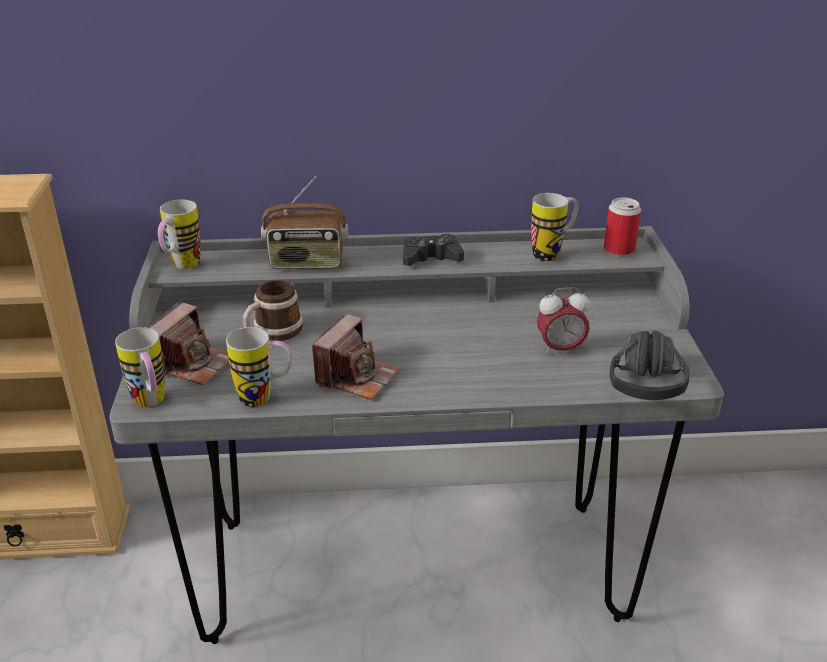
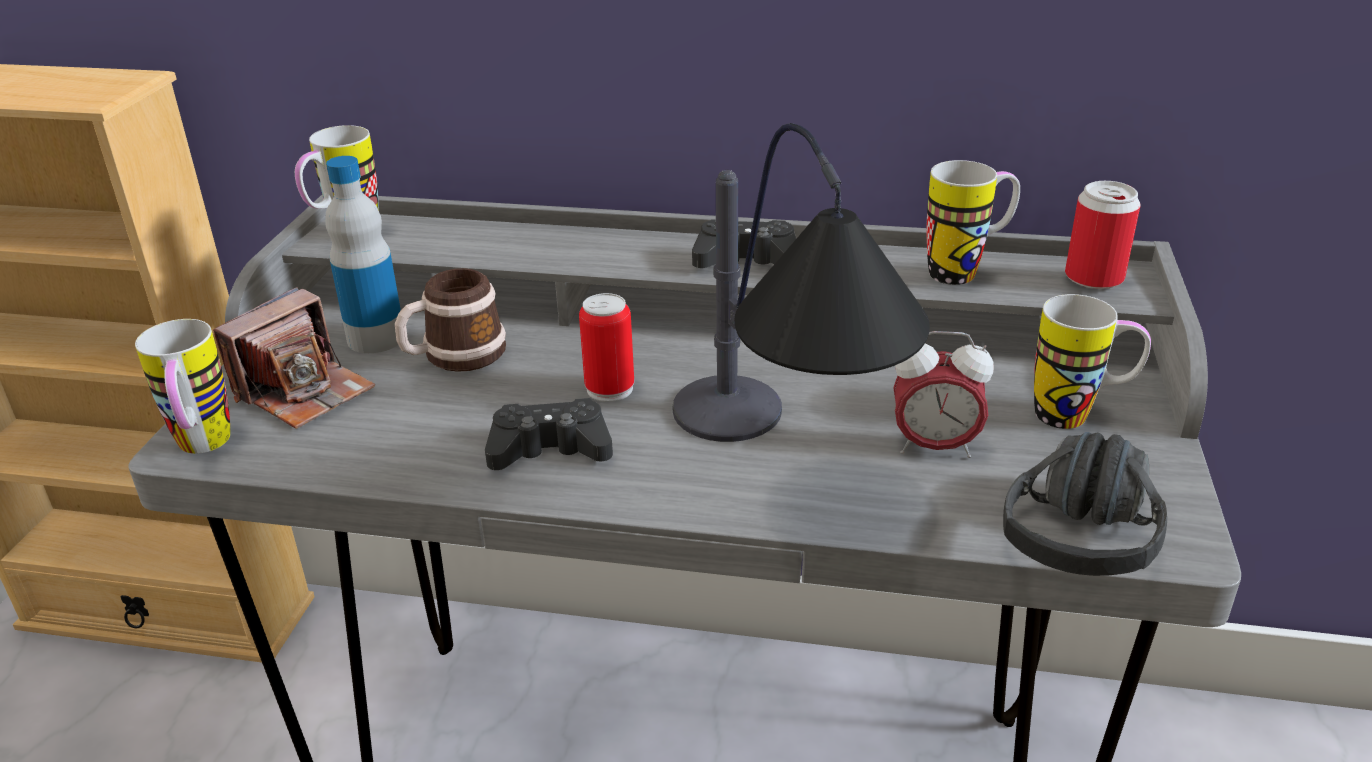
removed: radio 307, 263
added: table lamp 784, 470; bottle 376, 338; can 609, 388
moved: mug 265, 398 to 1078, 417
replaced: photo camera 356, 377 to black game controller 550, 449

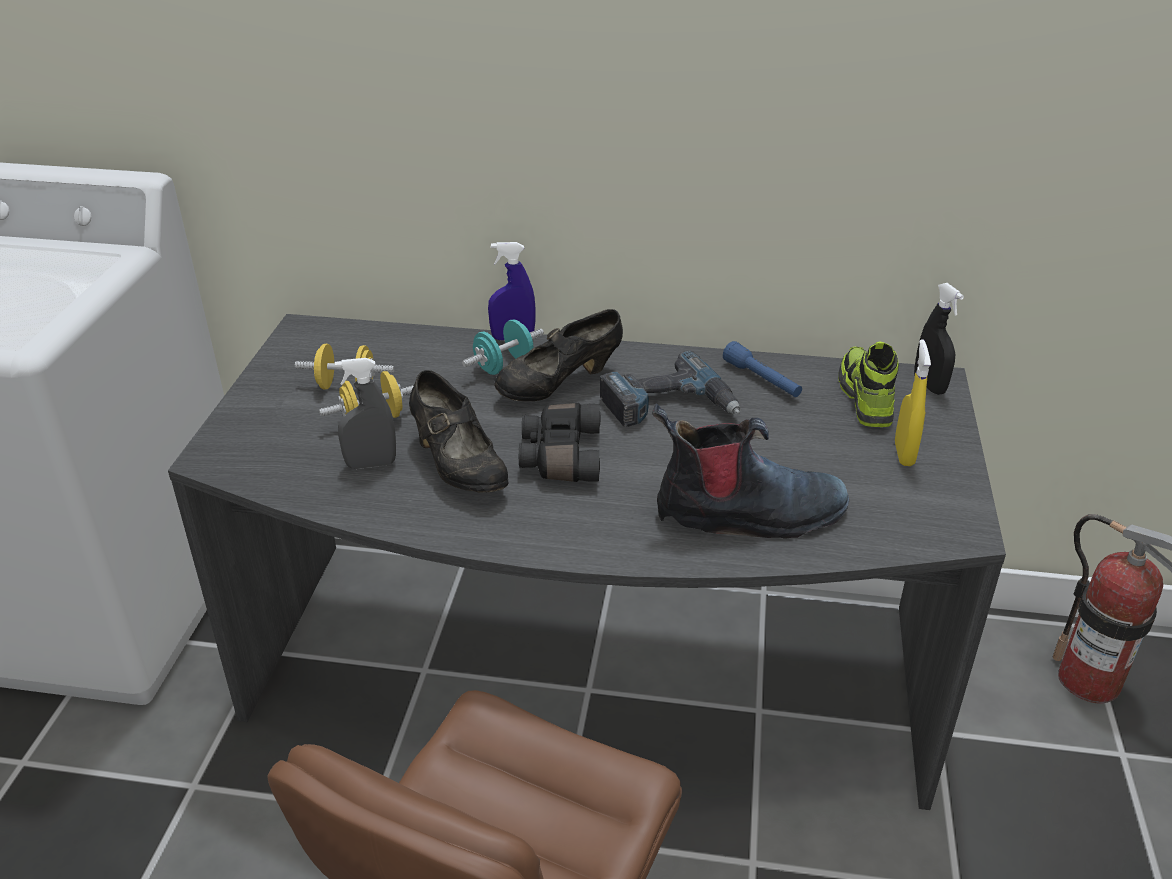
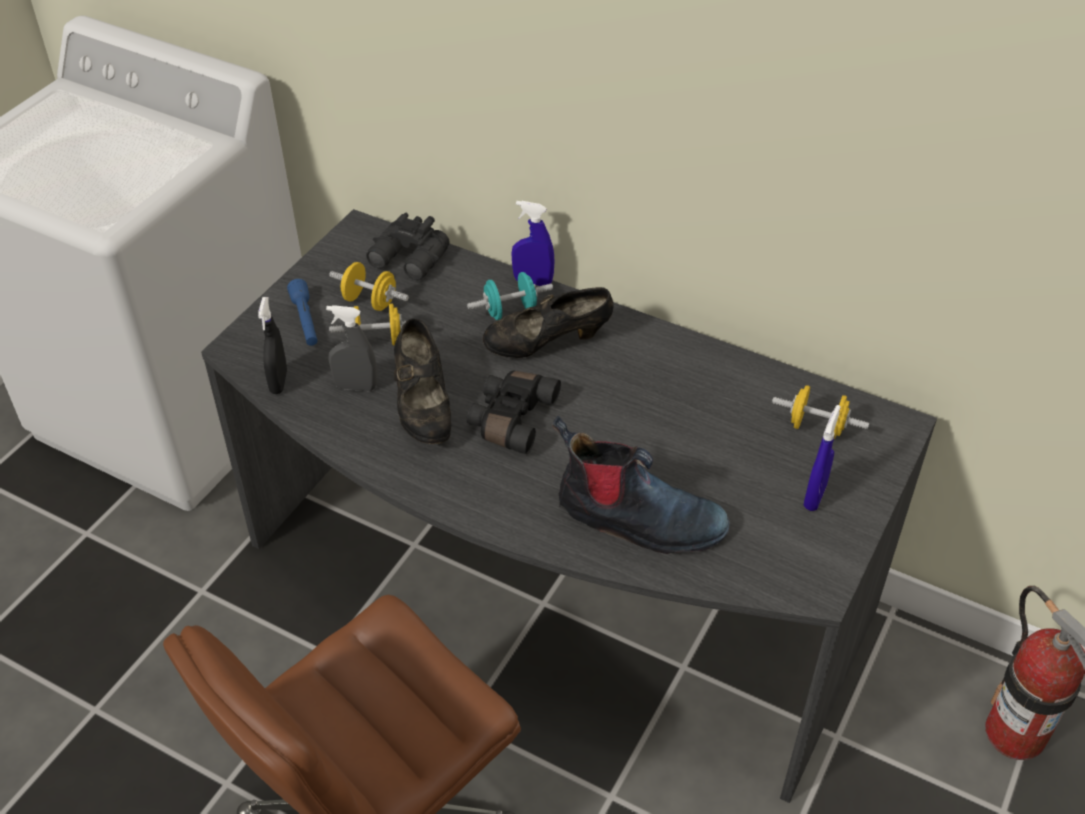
removed: power drill 669, 405
added: black binoculars 409, 260
moved: black spray bottle 929, 385 to 278, 382; blue flashlight 762, 380 to 305, 321
replaced: shoe 865, 398 to yellow dumbbell 816, 427
recoloured: yellow spray bottle 904, 454 to blue spray bottle 814, 496

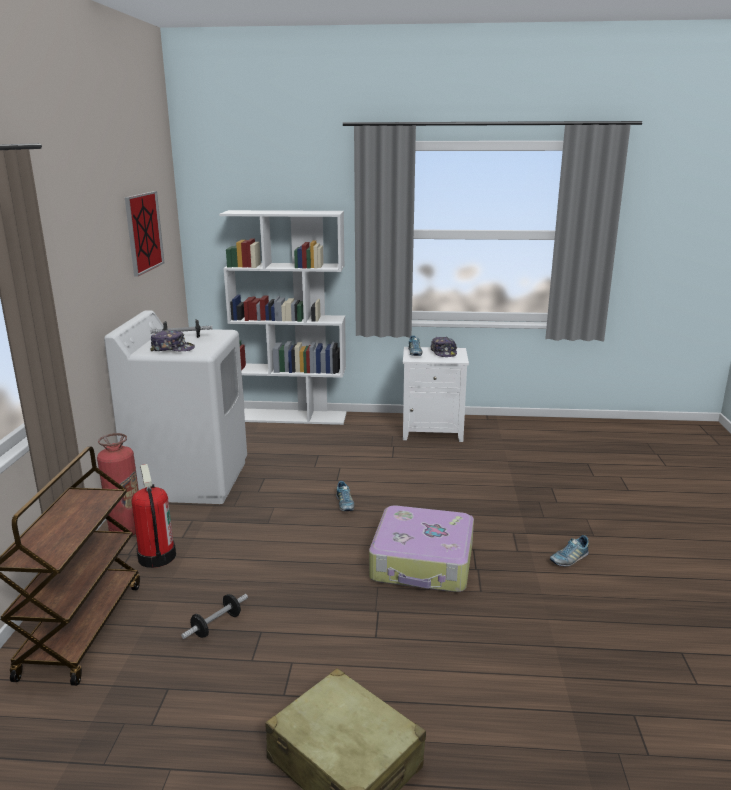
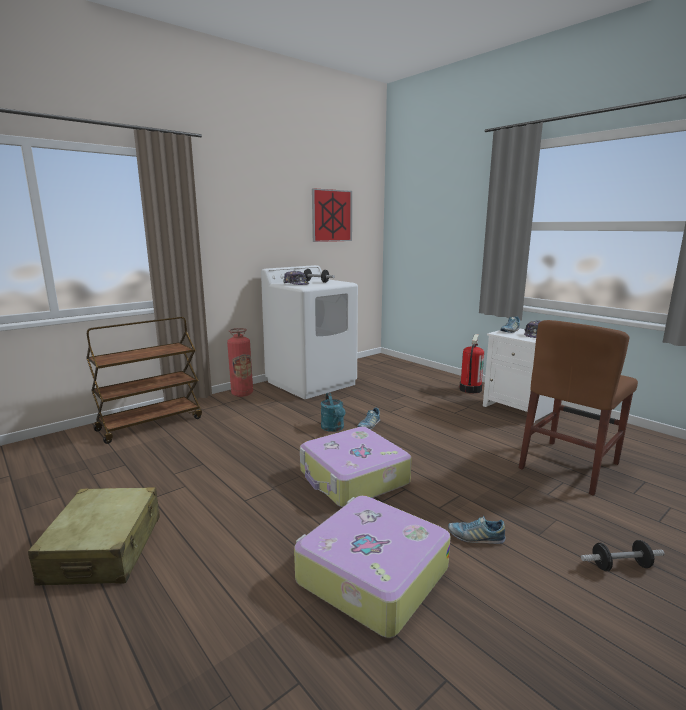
removed: white bookcase 292, 417
added: brown chair 569, 465; turquoise watering can 333, 428; suitcase 370, 575
moved: fire extinguisher 156, 556 to 470, 389; dumbbell 216, 625 to 620, 566

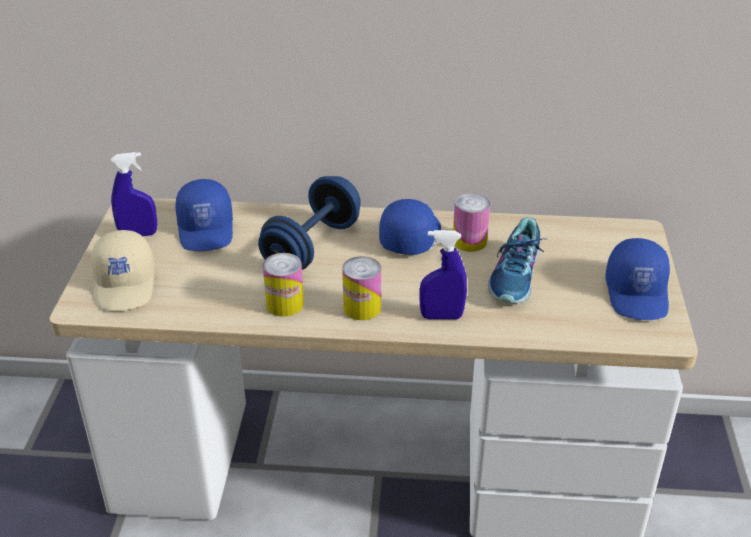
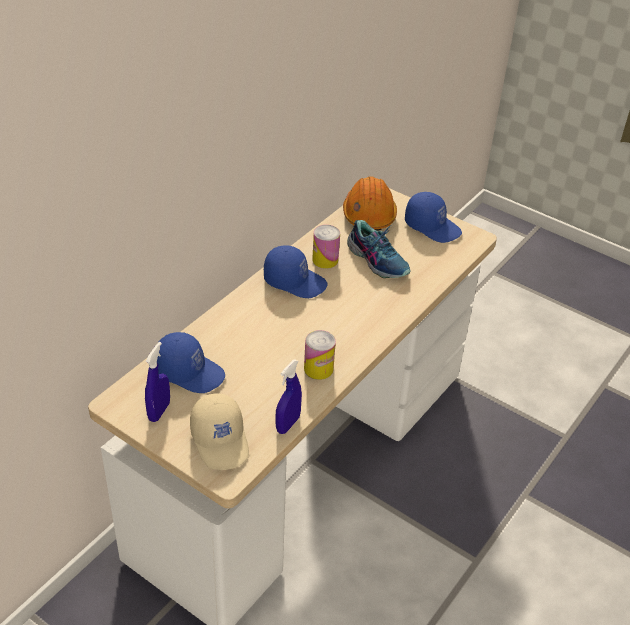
removed: blue dumbbell 312, 246; can 362, 308
added: orange hard hat 369, 214
moved: blue spray bottle 441, 316 to 288, 424
turned: blue cap 410, 236 = 295, 281 150 degrees clockwise; beige cap 126, 285 = 221, 441 45 degrees clockwise

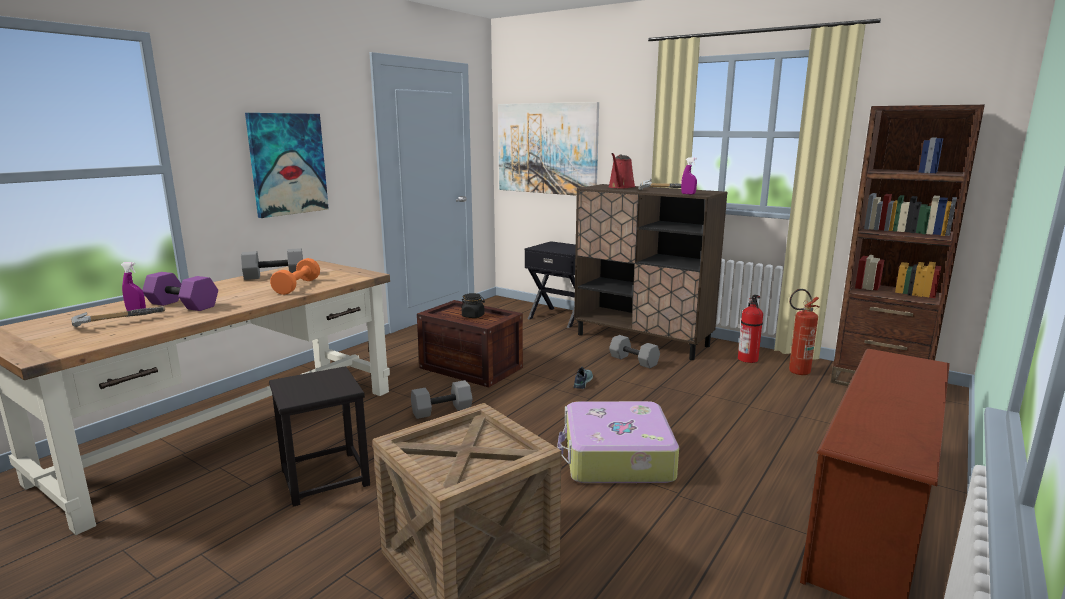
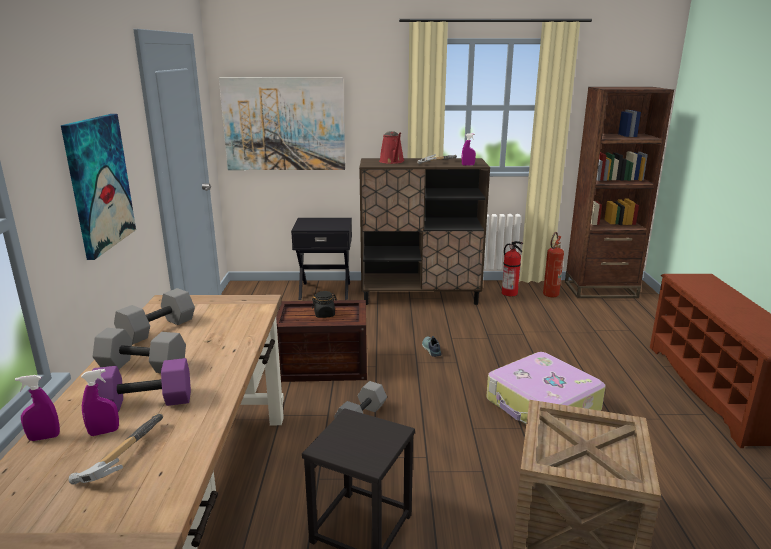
removed: orange dumbbell 297, 287
added: purple spray bottle 44, 437
moved: grey dumbbell 634, 360 to 144, 365

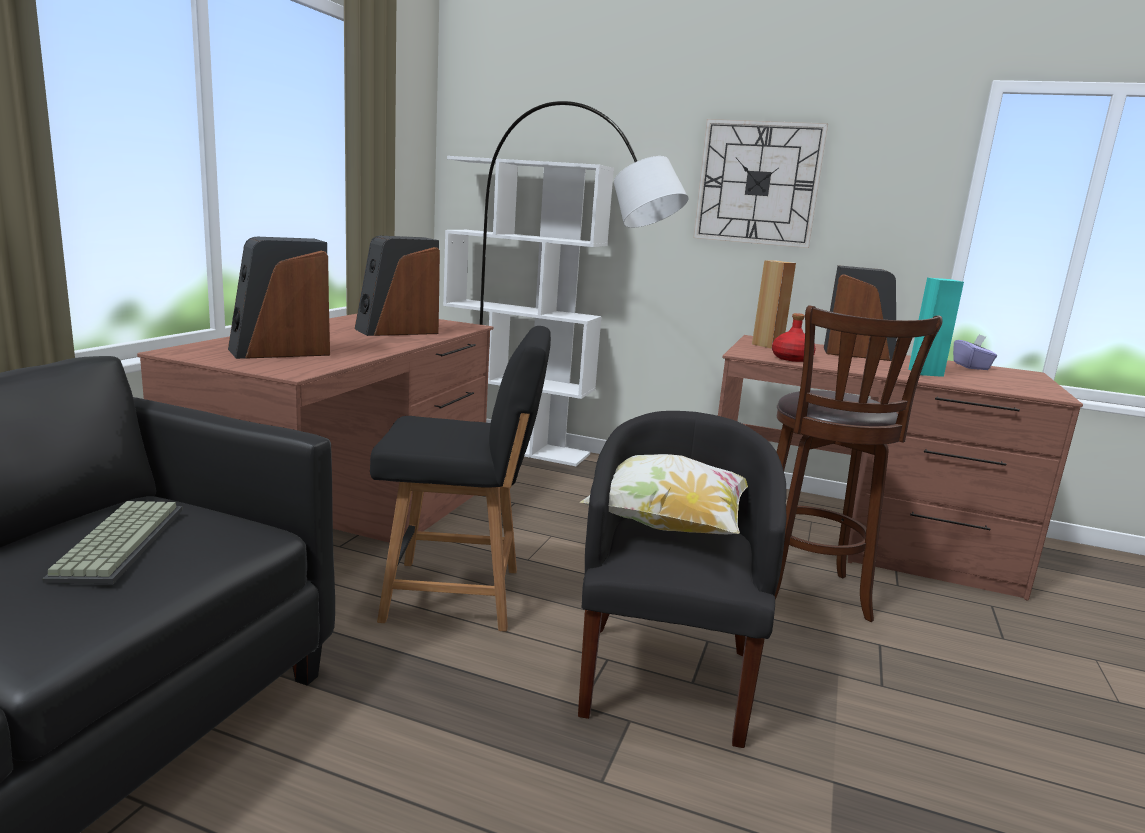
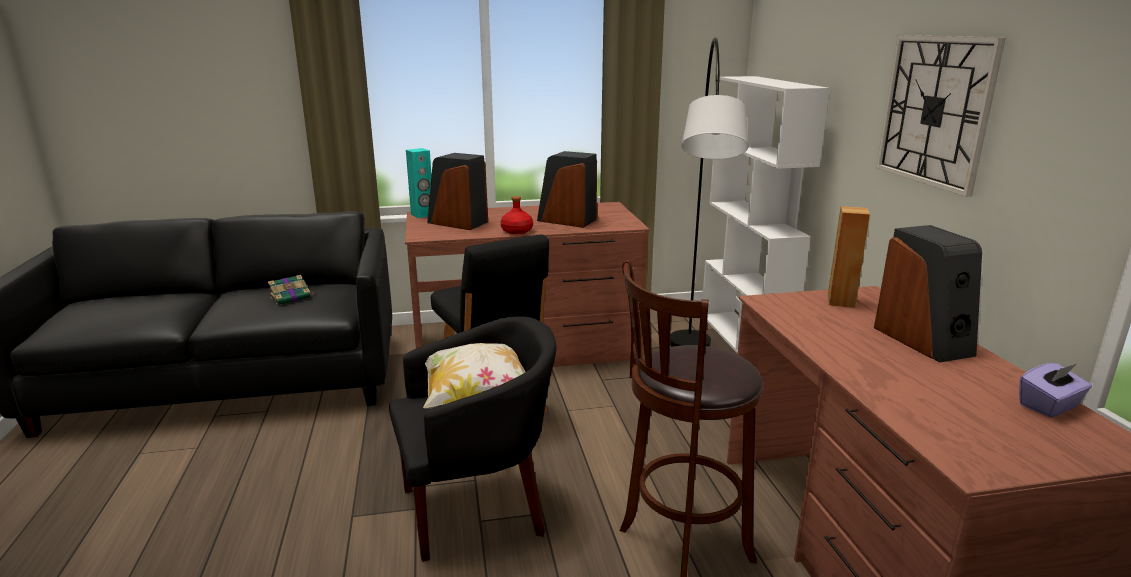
moved: turquoise speaker 926, 373 to 422, 215; red bottle 791, 358 to 516, 231
replaced: keyboard 118, 542 to book 291, 297

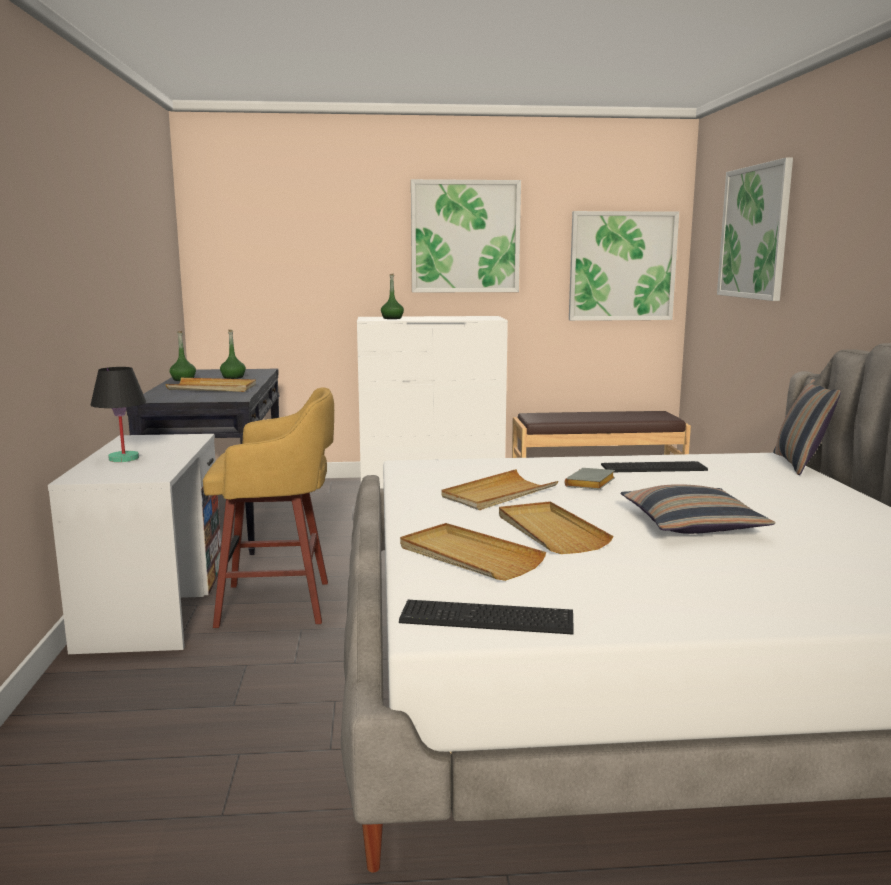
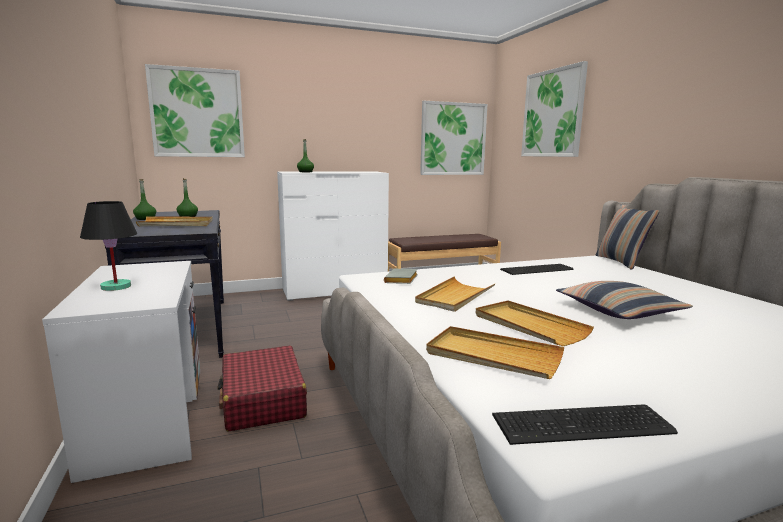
moved: picture 465, 237 to 197, 113; grey book 591, 484 to 402, 280
replaced: yellow stool 279, 604 to red suitcase 263, 400

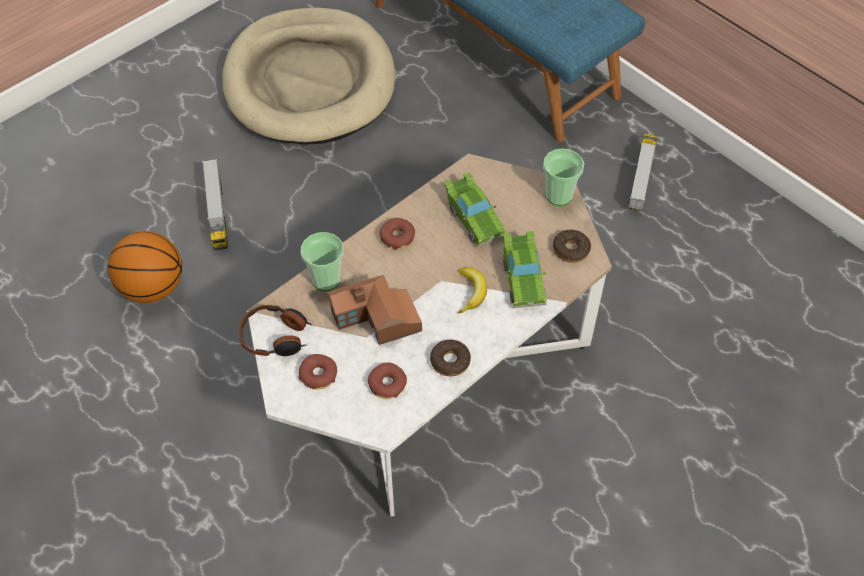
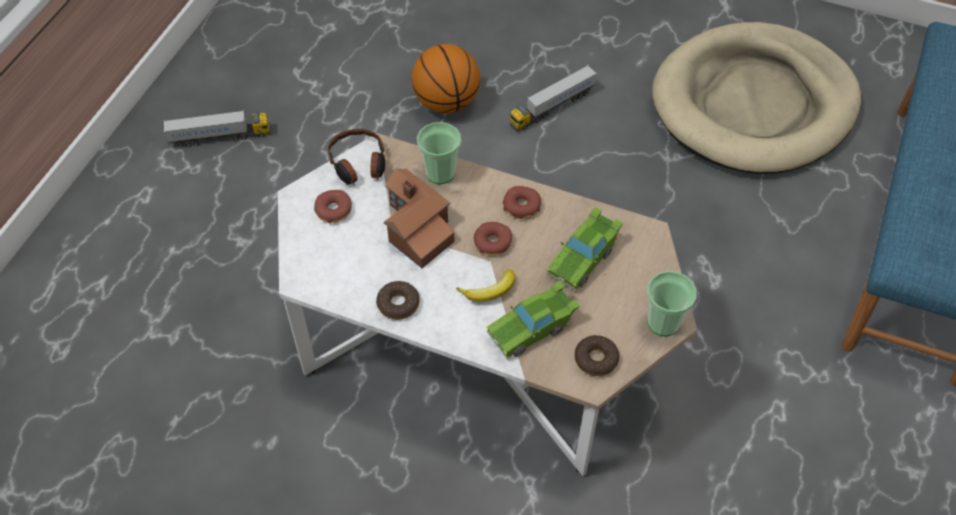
moved: toy truck 641, 179 to 220, 137; donut 387, 384 to 492, 243

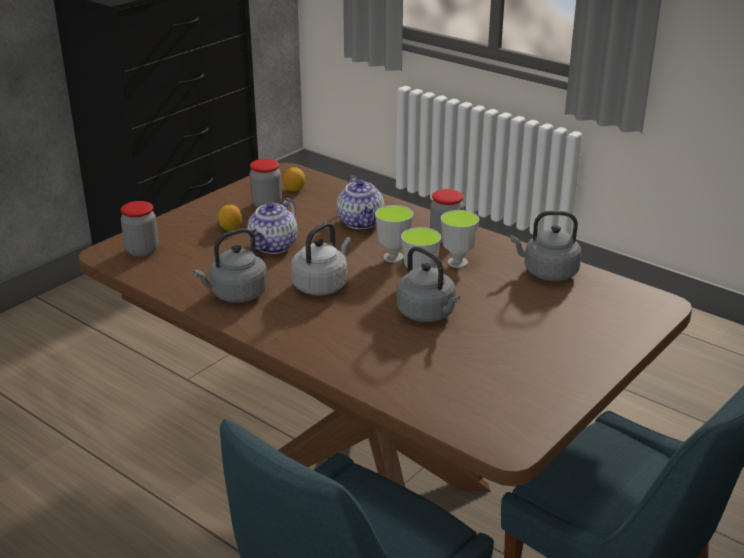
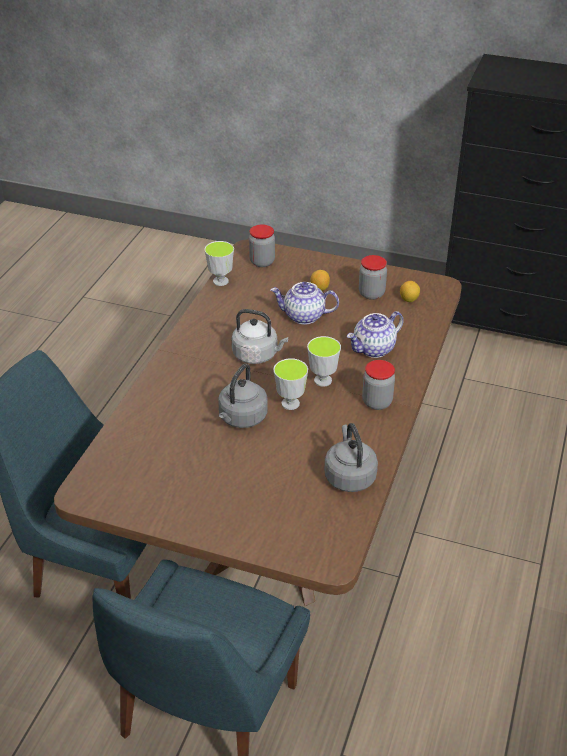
removed: grey kettle 236, 295
moved: cup 457, 263 to 220, 281

